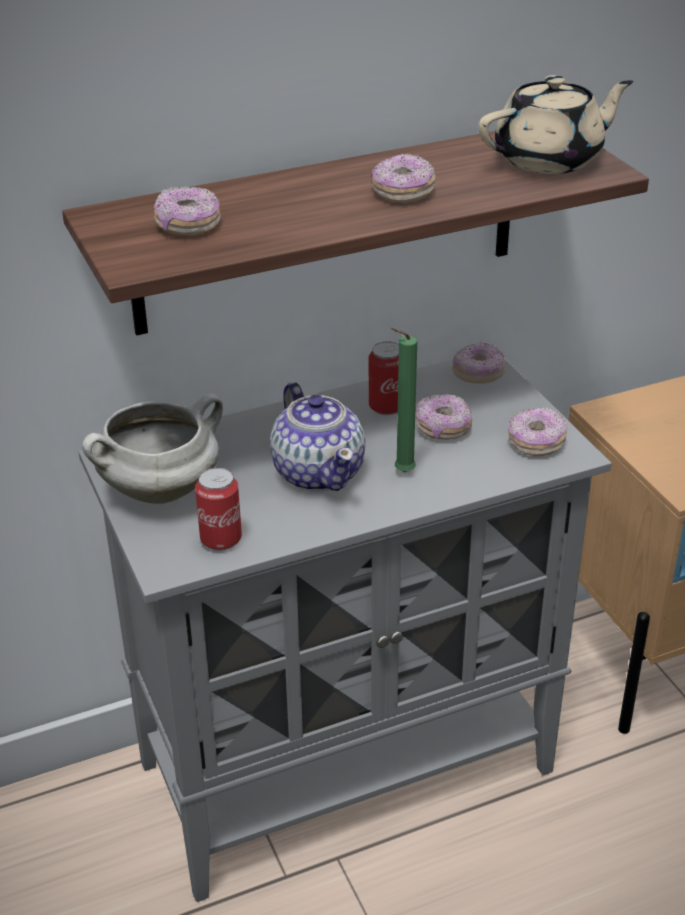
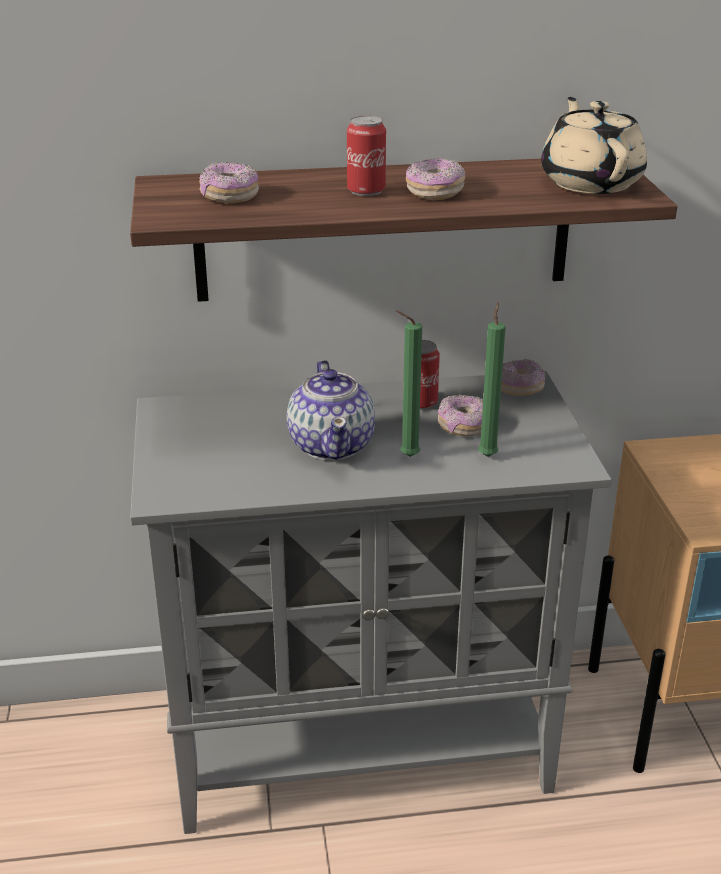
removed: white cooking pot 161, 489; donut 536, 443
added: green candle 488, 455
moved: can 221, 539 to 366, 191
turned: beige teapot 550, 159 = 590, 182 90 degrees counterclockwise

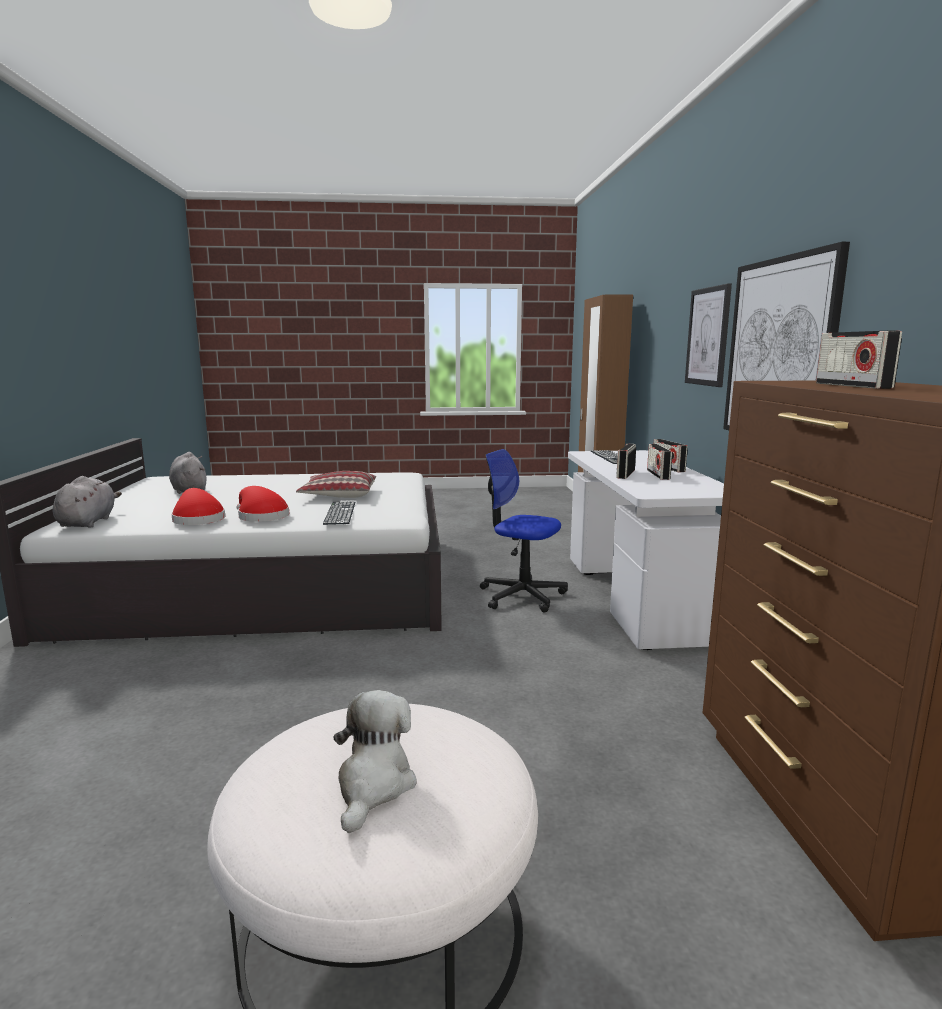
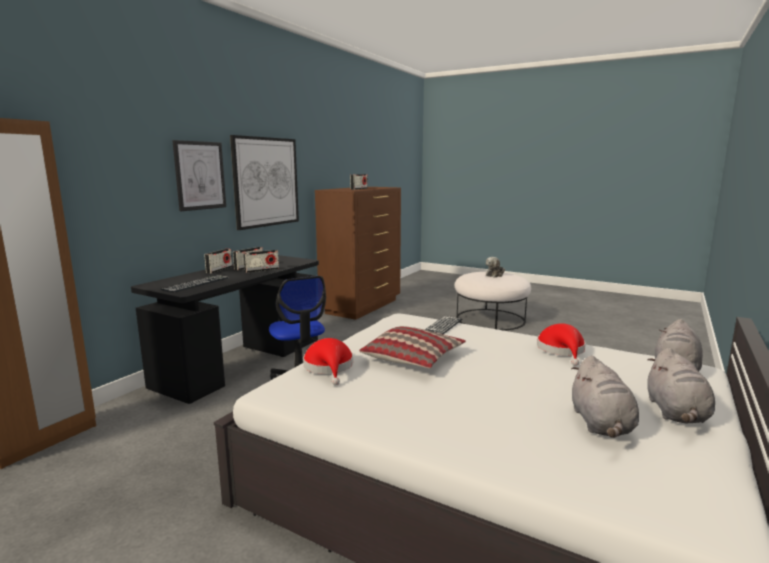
added: grey plush toy 676, 413
moved: red hat 261, 516 to 329, 367
recoloured: white desk 636, 597 to black desk 242, 363

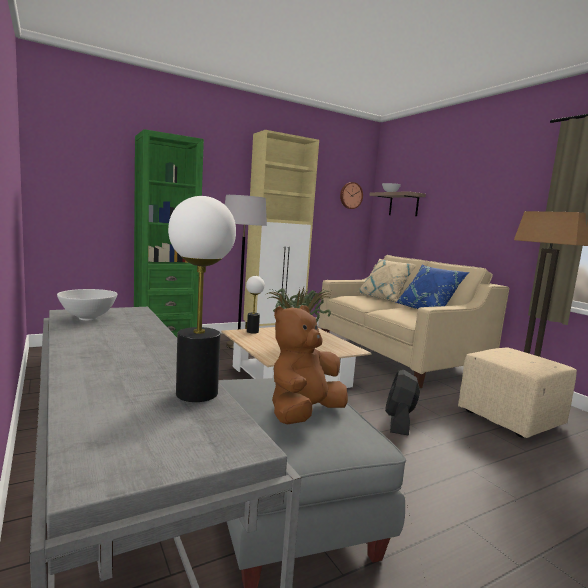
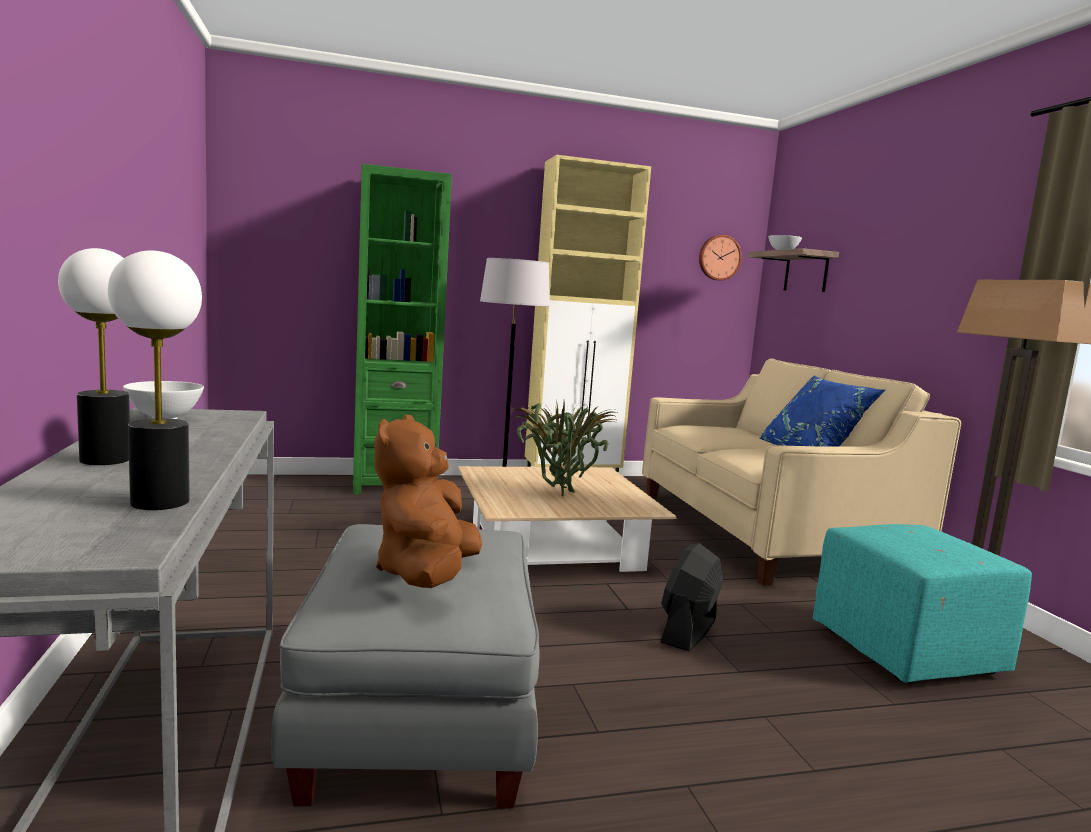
removed: beige pillow 384, 299
moved: table lamp 252, 331 to 104, 460
recoloured: beige ottoman 511, 419 to turquoise ottoman 908, 652
turned: brown plush toy 303, 414 = 426, 575 45 degrees counterclockwise

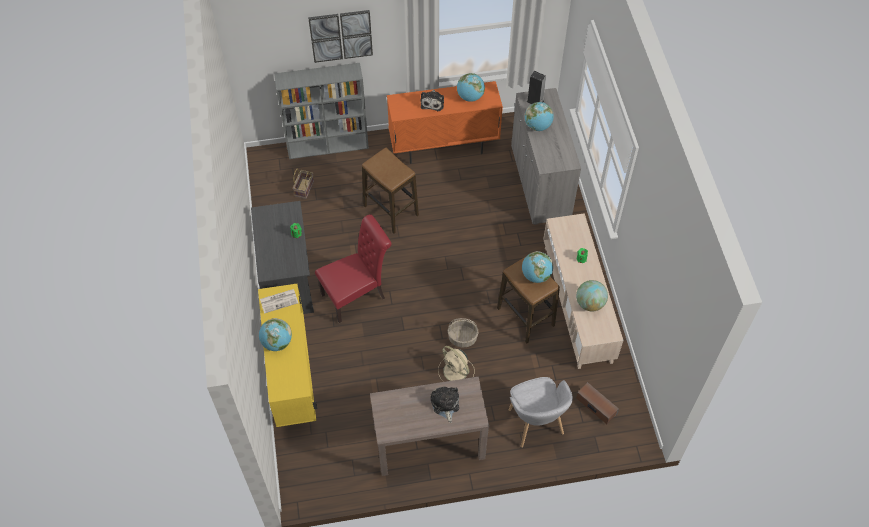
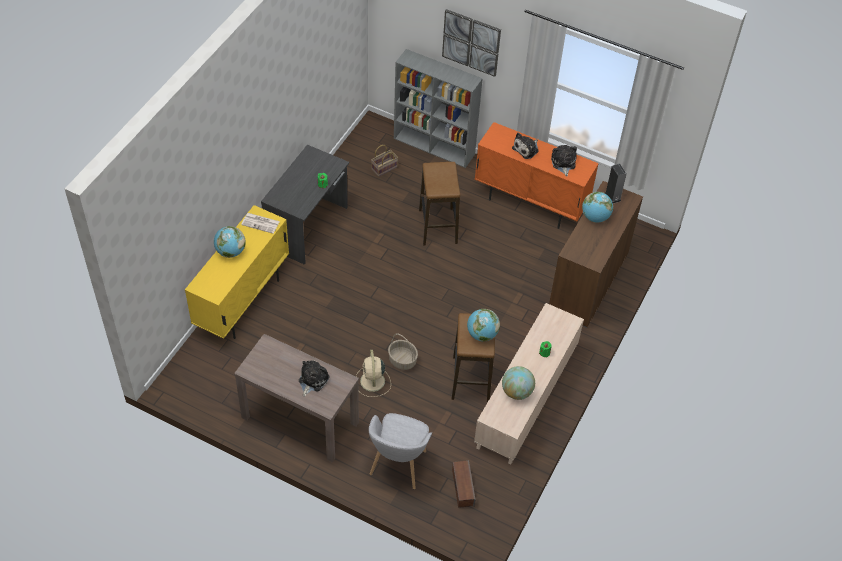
removed: red chair 357, 295
replaced: globe 470, 97 to plush toy 563, 163
recoloured: grey cabinet 540, 182 to brown cabinet 588, 281

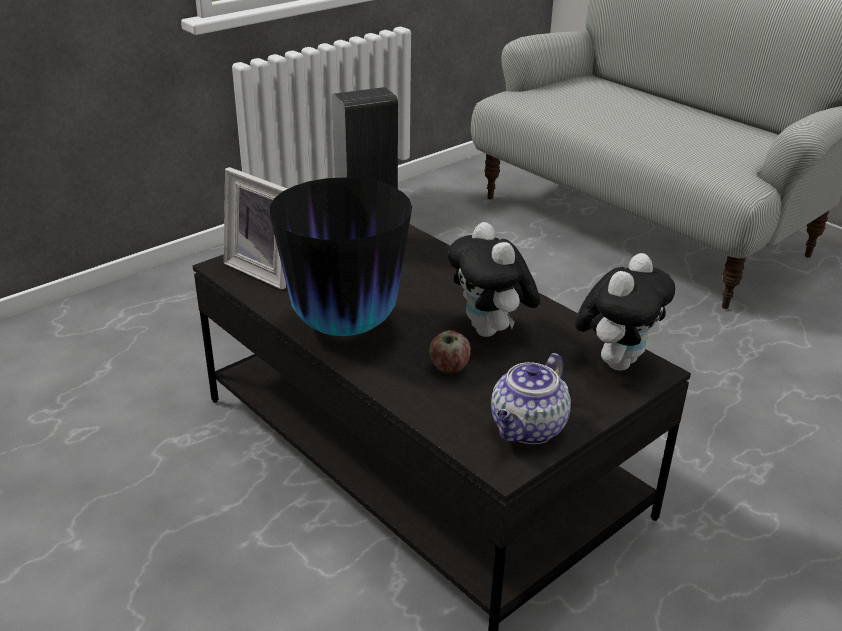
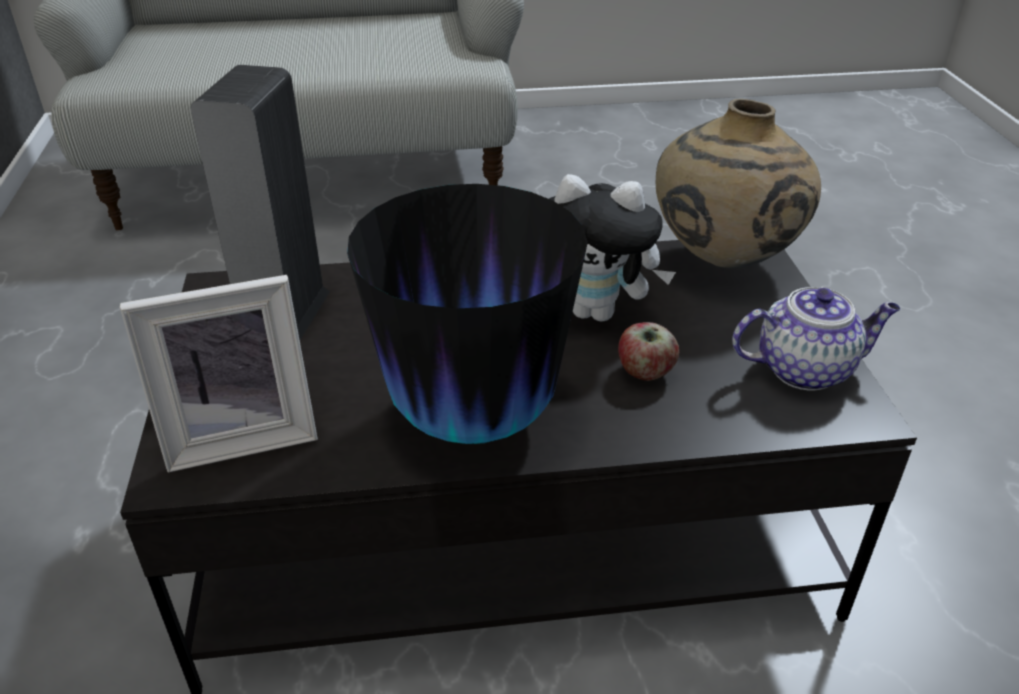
replaced: plush toy 616, 361 to beige vase 722, 262
turned: teapot 528, 429 = 806, 369 75 degrees counterclockwise

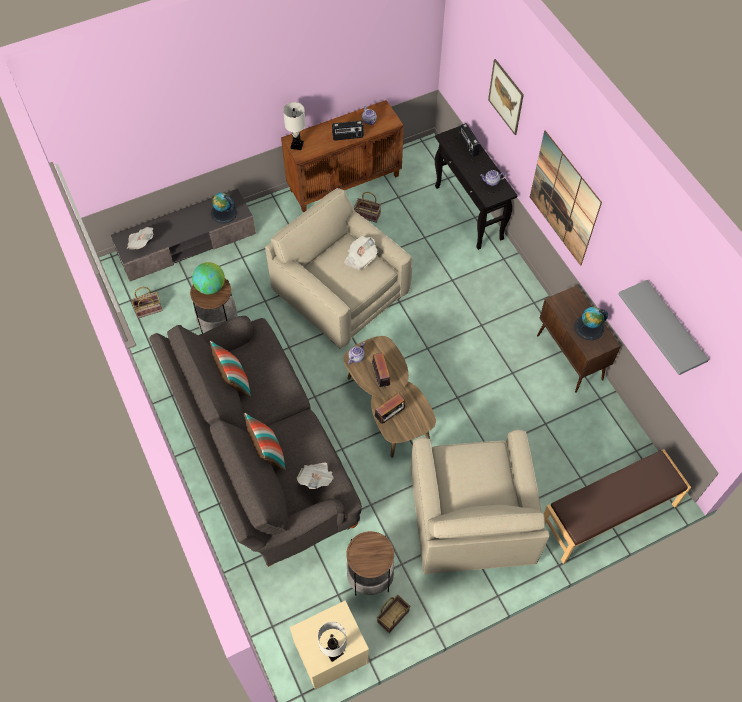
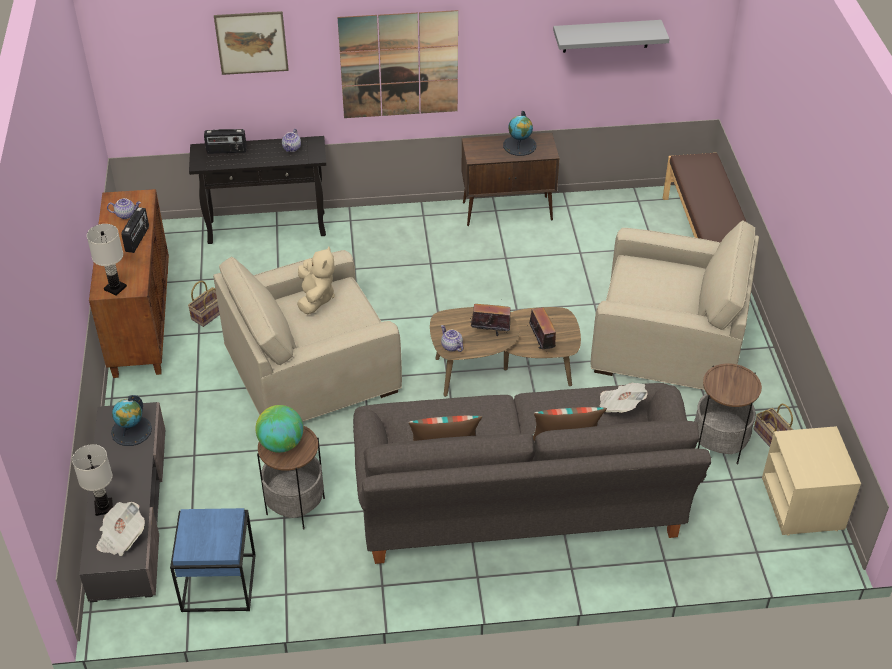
moved: white table lamp 334, 651 to 103, 507
replaced: newspaper 360, 258 to beige plush toy 316, 298; basket 149, 308 to blue side table 218, 582

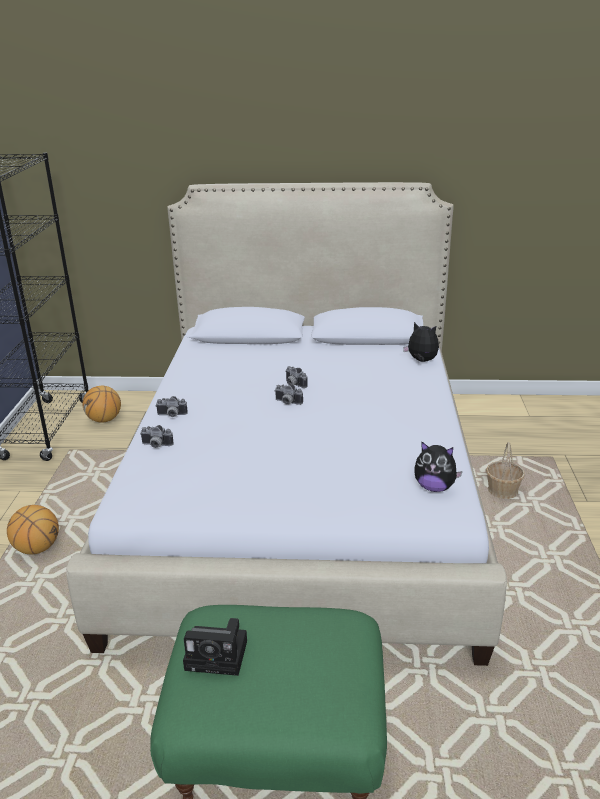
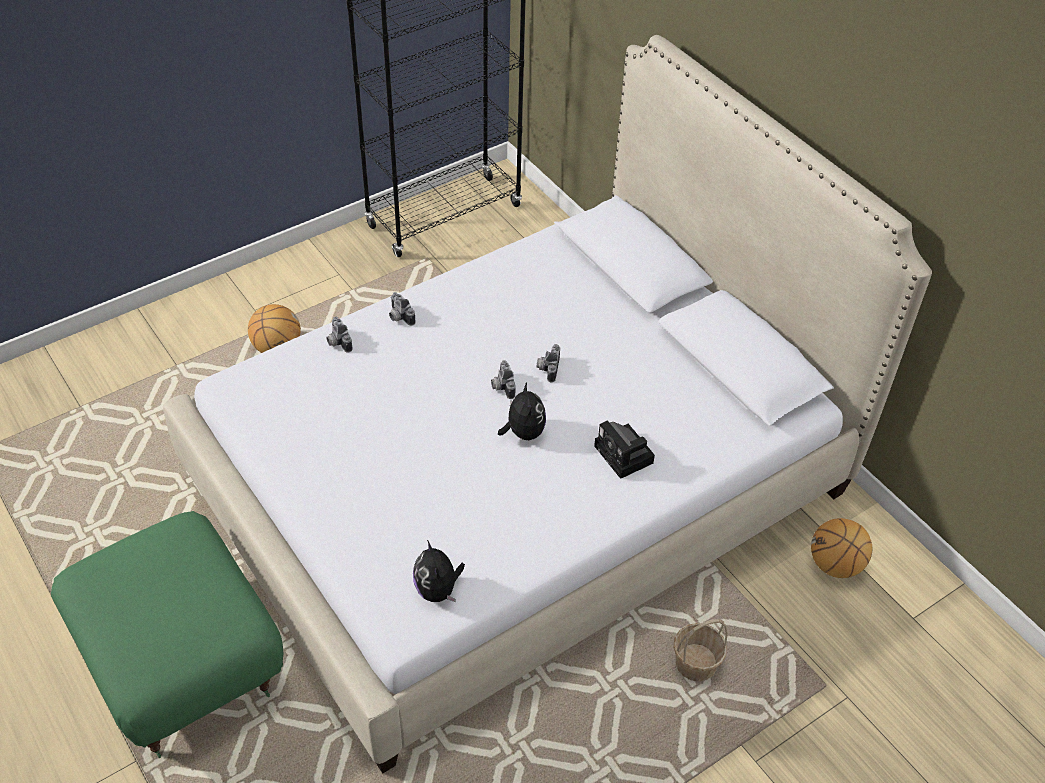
moved: plush toy 421, 361 to 523, 432; basketball 104, 420 to 835, 565; photo camera 219, 655 to 625, 456

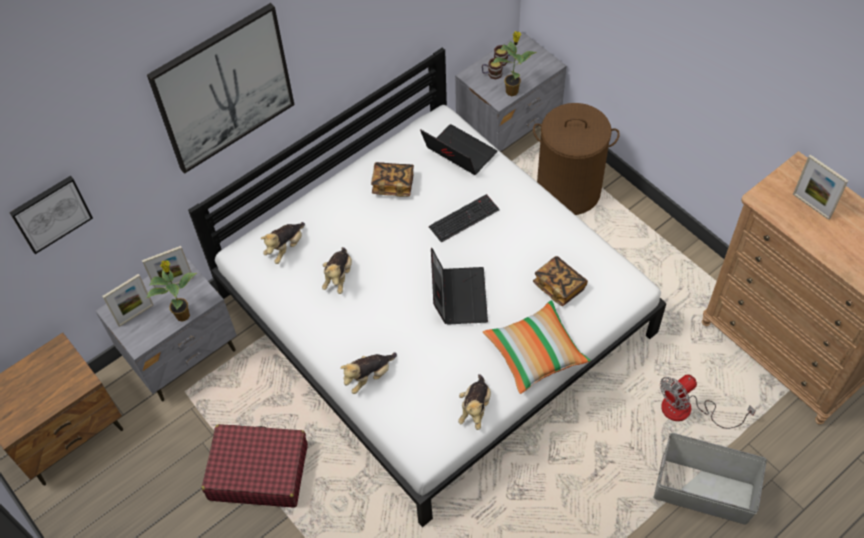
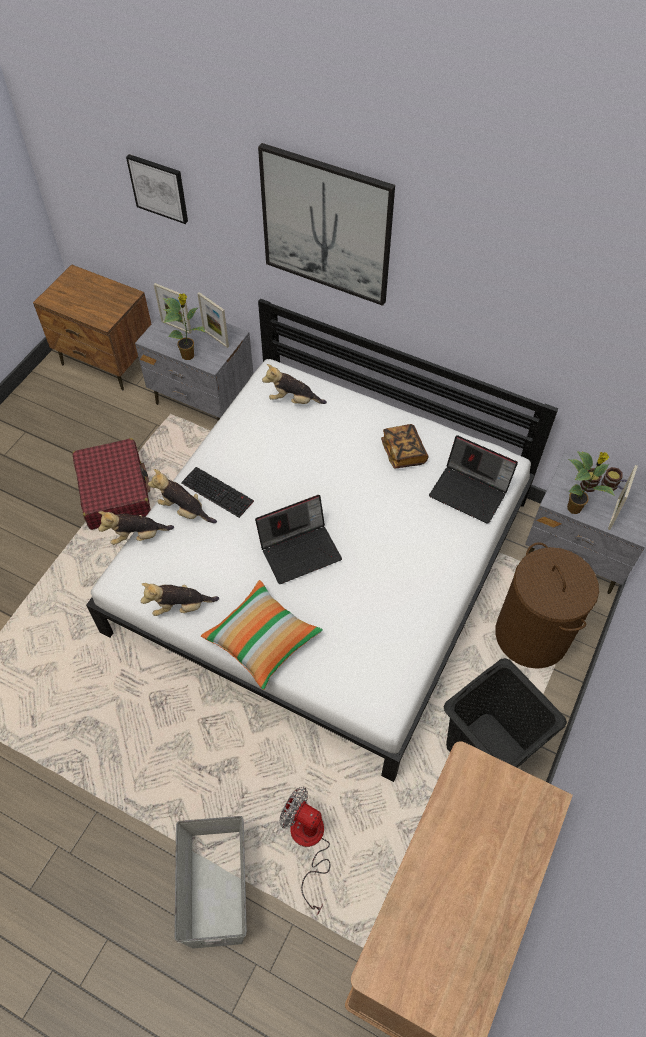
removed: book 559, 286
added: black laundry basket 486, 751
moved: picture frame 811, 206 to 614, 514; keyboard 464, 217 to 218, 492; plush toy 338, 276 to 137, 536
turned: laptop 458, 153 = 470, 492 105 degrees clockwise

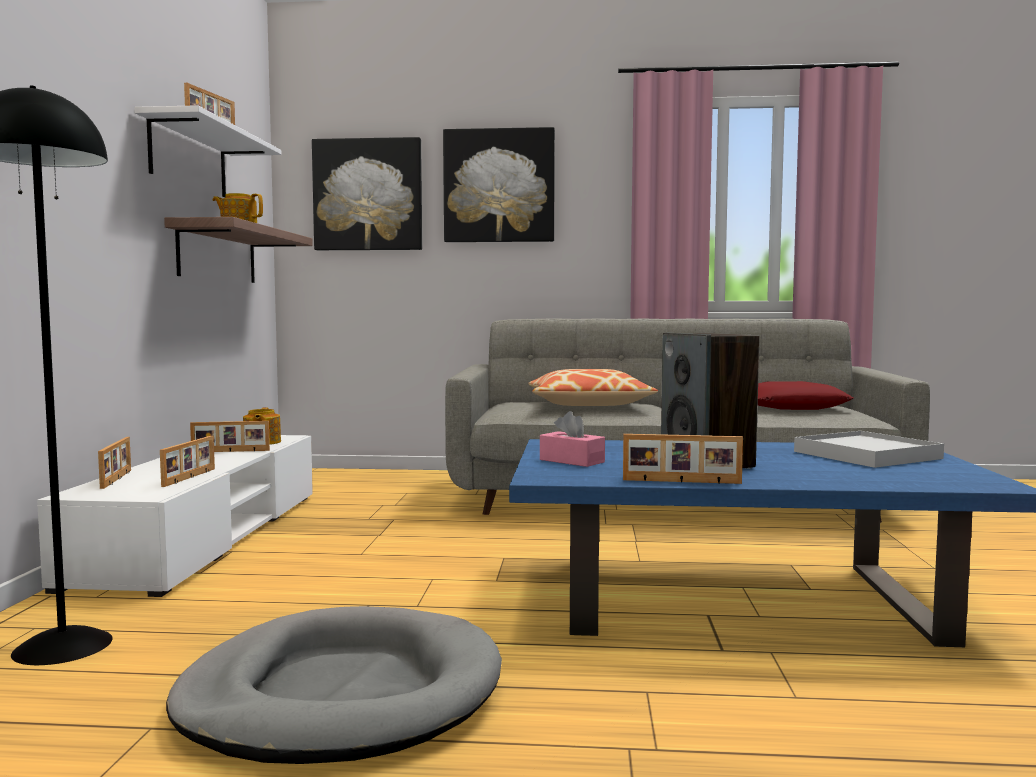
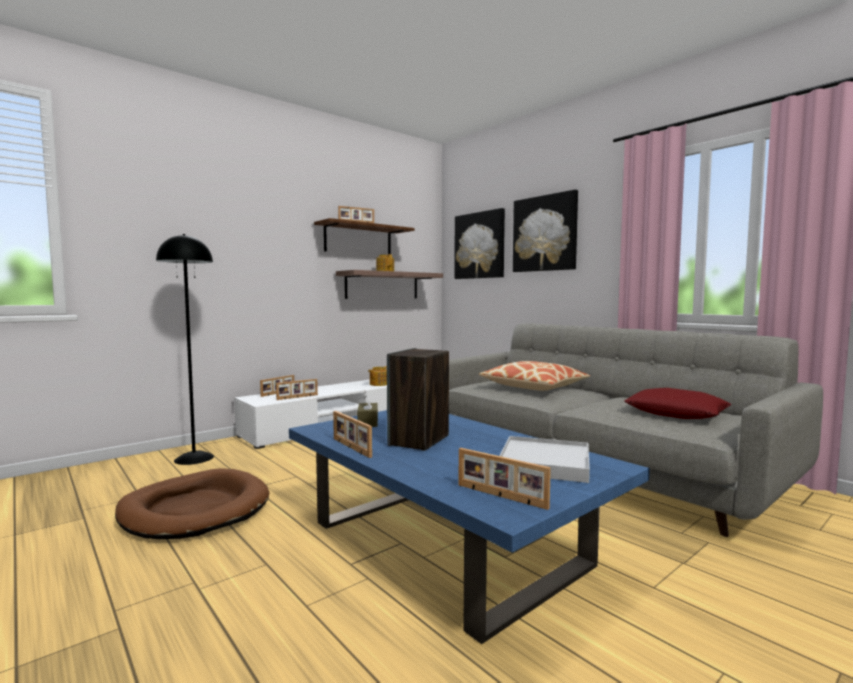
moved: picture frame 230, 451 to 500, 496
recoloured: white shelf 189, 158 to brown shelf 358, 240; pink tissue box 572, 461 to brown tissue box 367, 422; grey dog bed 341, 695 to brown dog bed 195, 509

